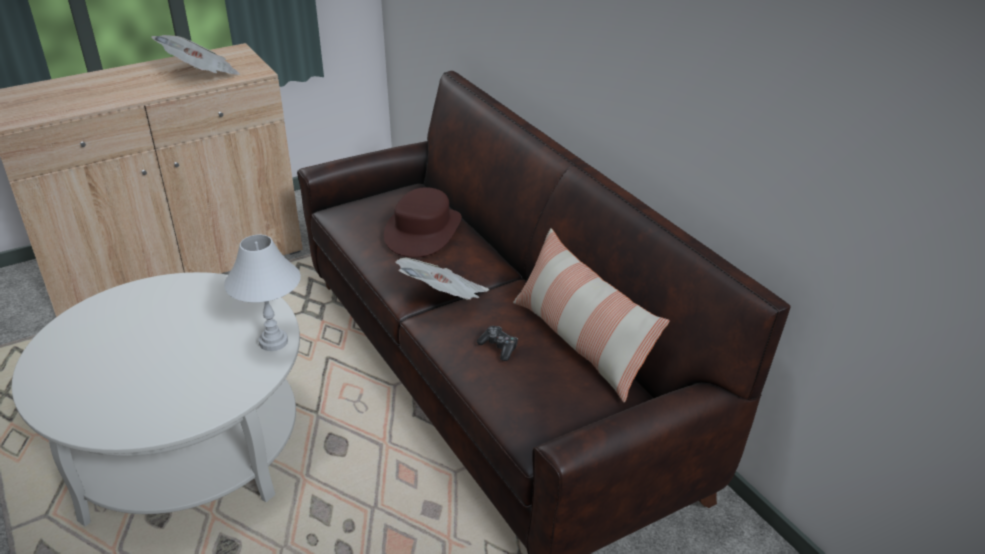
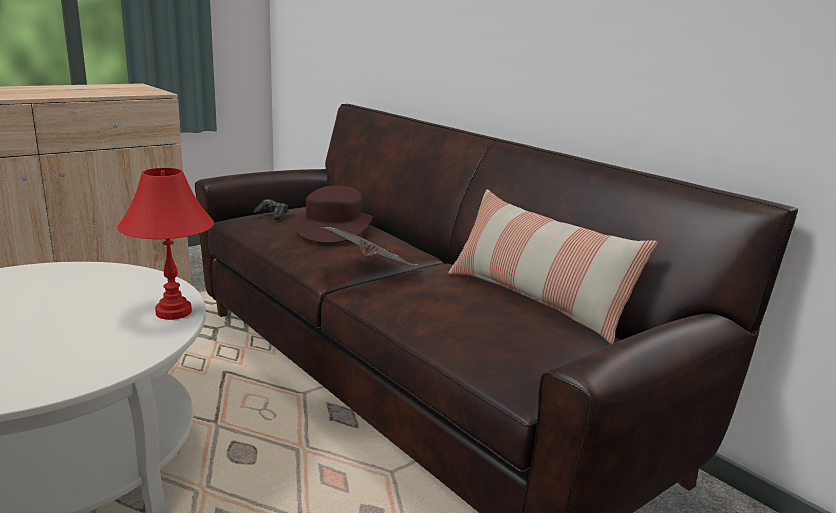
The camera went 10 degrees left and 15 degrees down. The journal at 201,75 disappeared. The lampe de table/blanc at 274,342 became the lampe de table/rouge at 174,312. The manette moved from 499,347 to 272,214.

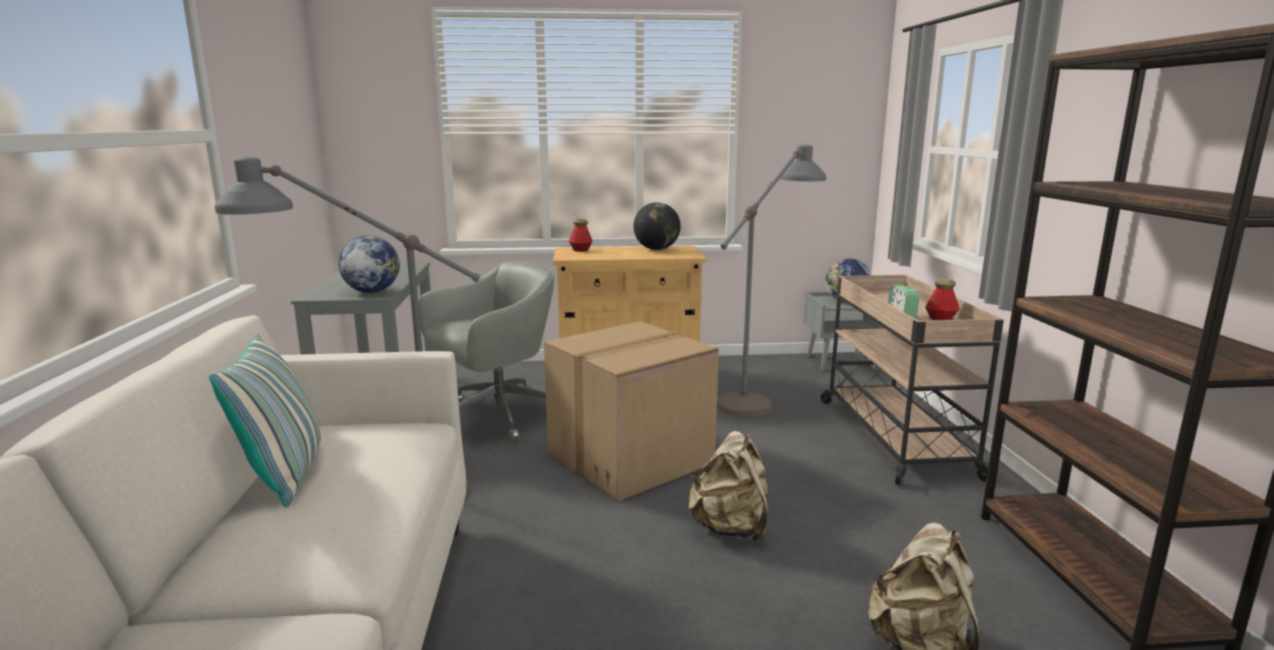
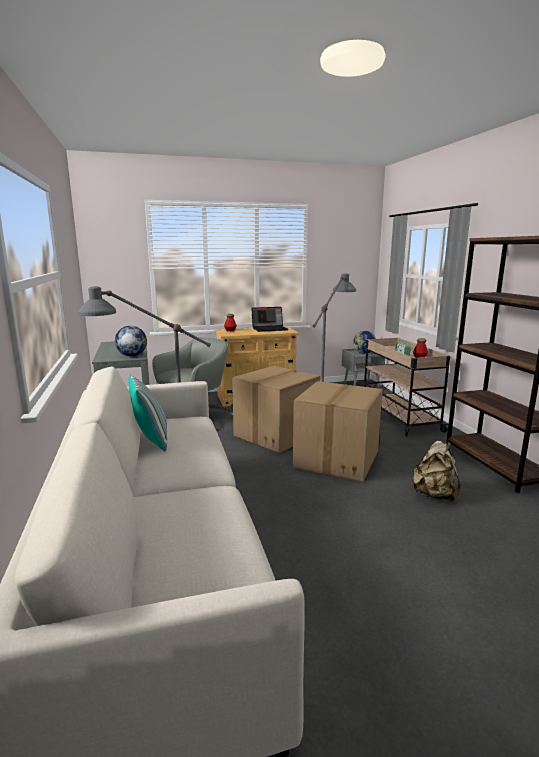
The camera went 10 degrees left and 0 degrees up. The globe at 656,249 was replaced by the ordinateur portable at 270,329. The sac à dos/beige at 730,529 was replaced by the carton at 337,460.

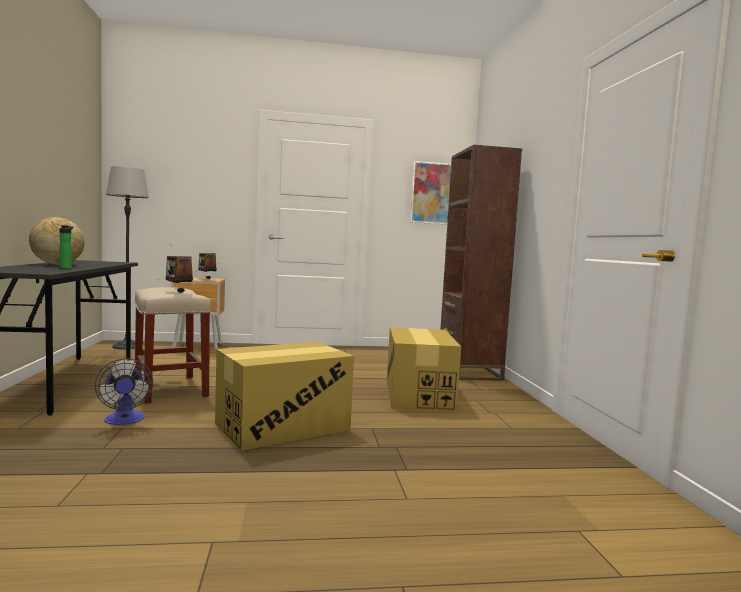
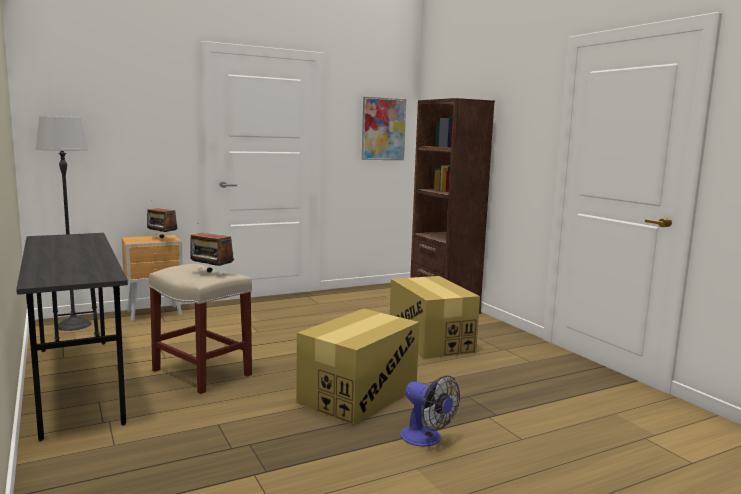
The camera went 20 degrees left and 5 degrees up. The globe at 57,264 disappeared. The bouteille at 66,268 disappeared. The ventilateur moved from 125,420 to 426,439.

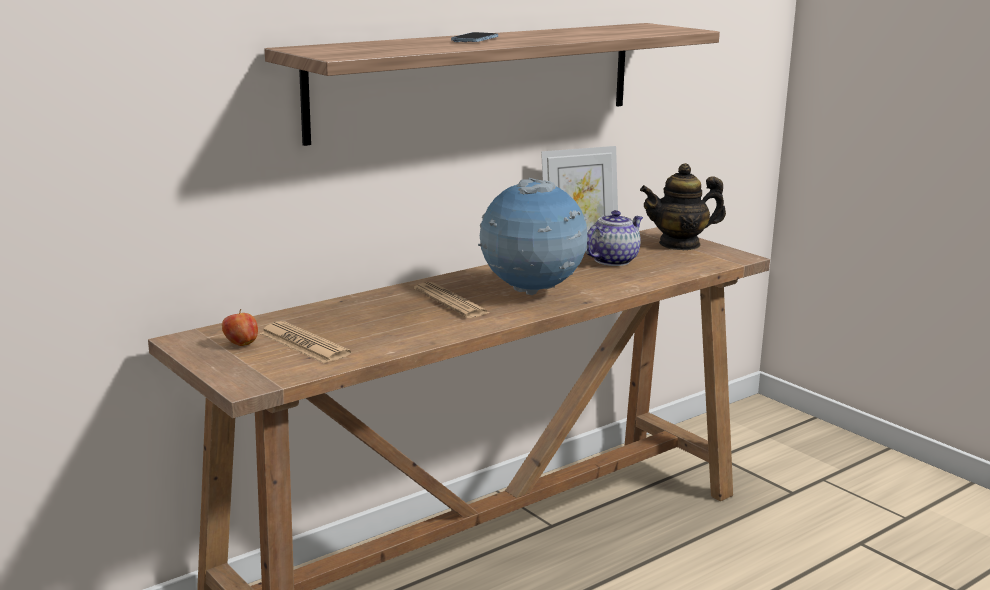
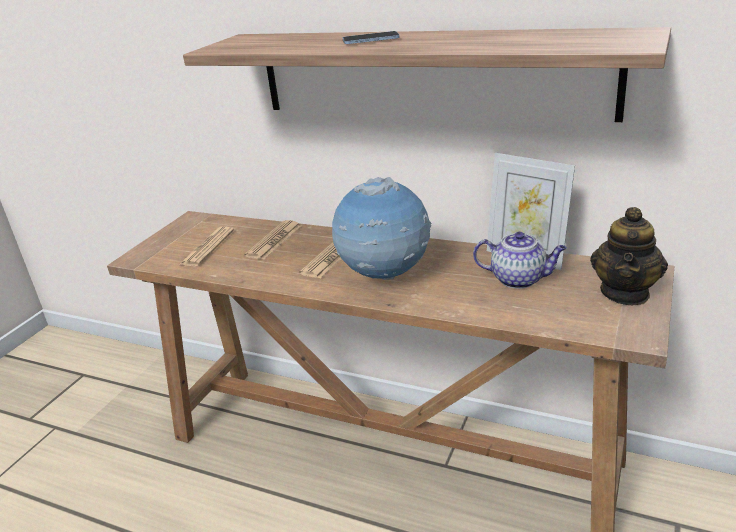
The camera went 65 degrees right and 10 degrees up. The théière at 680,244 turned 120 degrees counterclockwise. The pomme at 241,344 disappeared. The journal at 274,241 appeared.

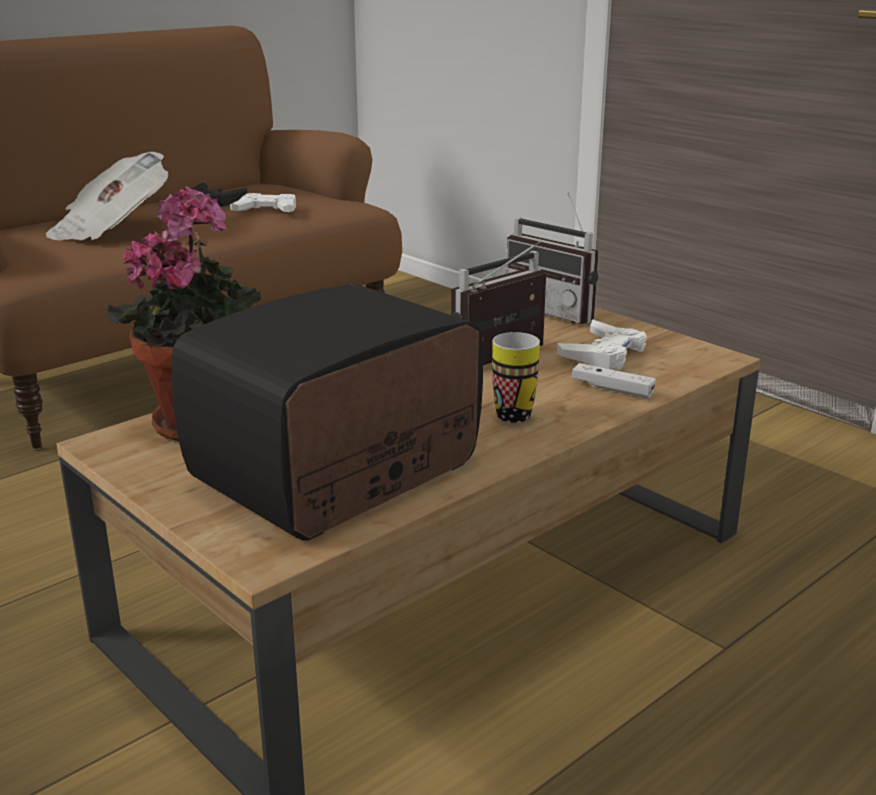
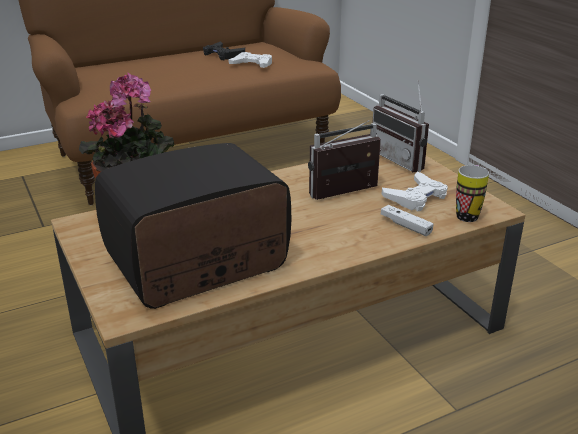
The camera went 15 degrees right and 5 degrees up. The journal at 111,230 disappeared. The mug moved from 514,410 to 468,213.

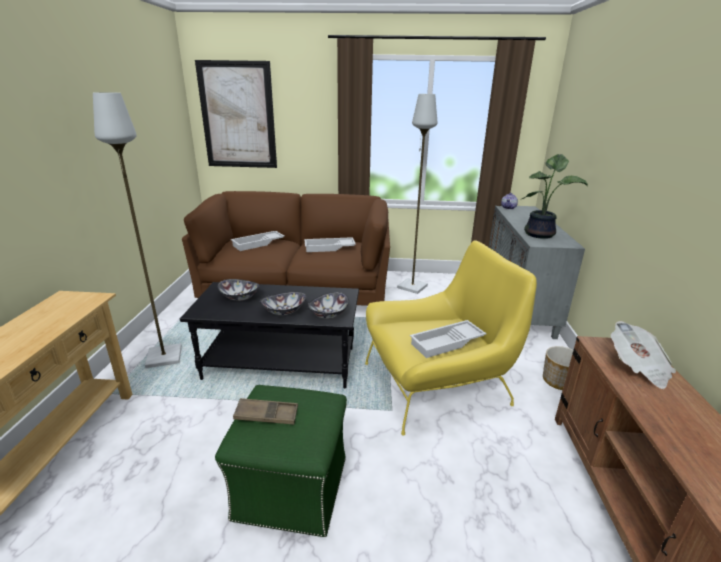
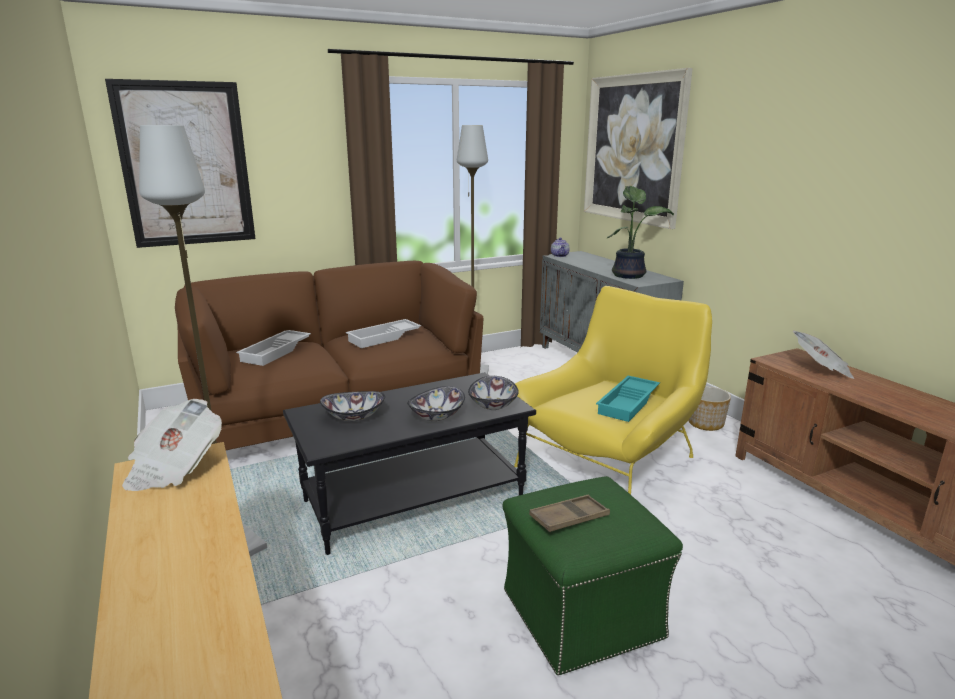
The camera went 30 degrees left and 5 degrees down. The plateau/blanc at 447,343 became the plateau/turquoise at 629,403. The tableau at 633,149 appeared. The journal at 174,468 appeared.

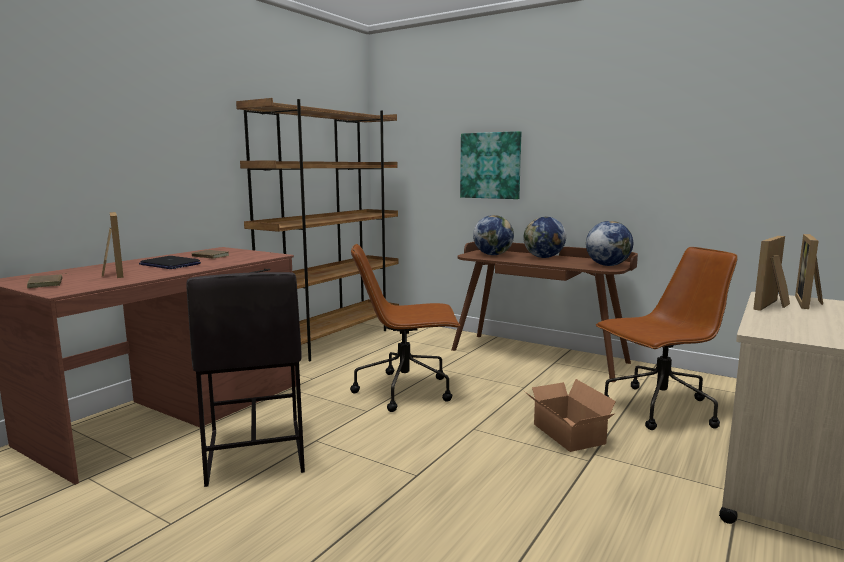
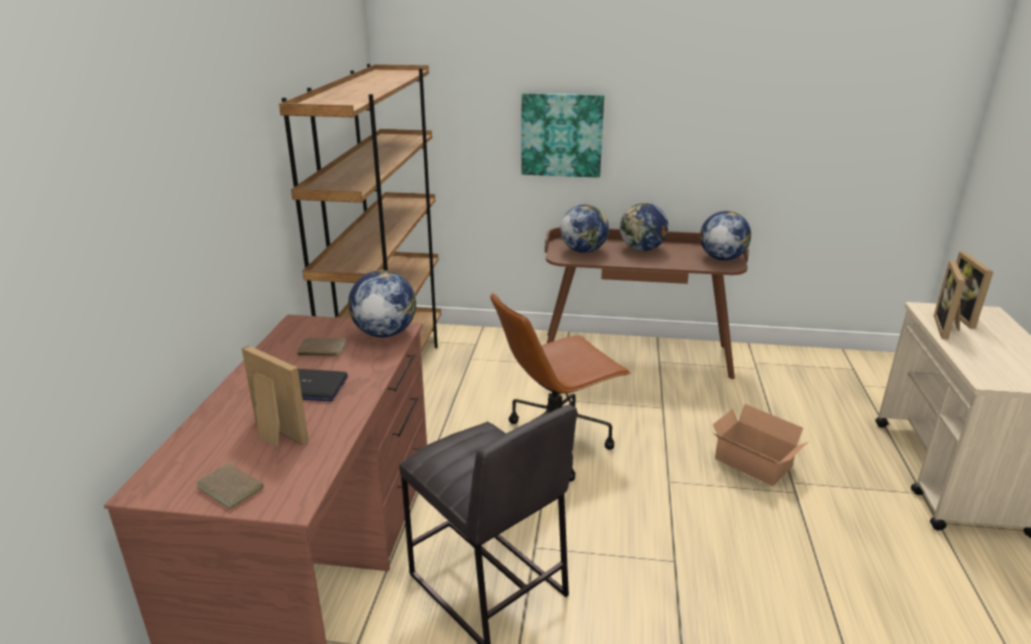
The camera went 25 degrees left and 15 degrees up. The chaise de bureau/marron at 659,409 disappeared. The globe at 384,333 appeared.

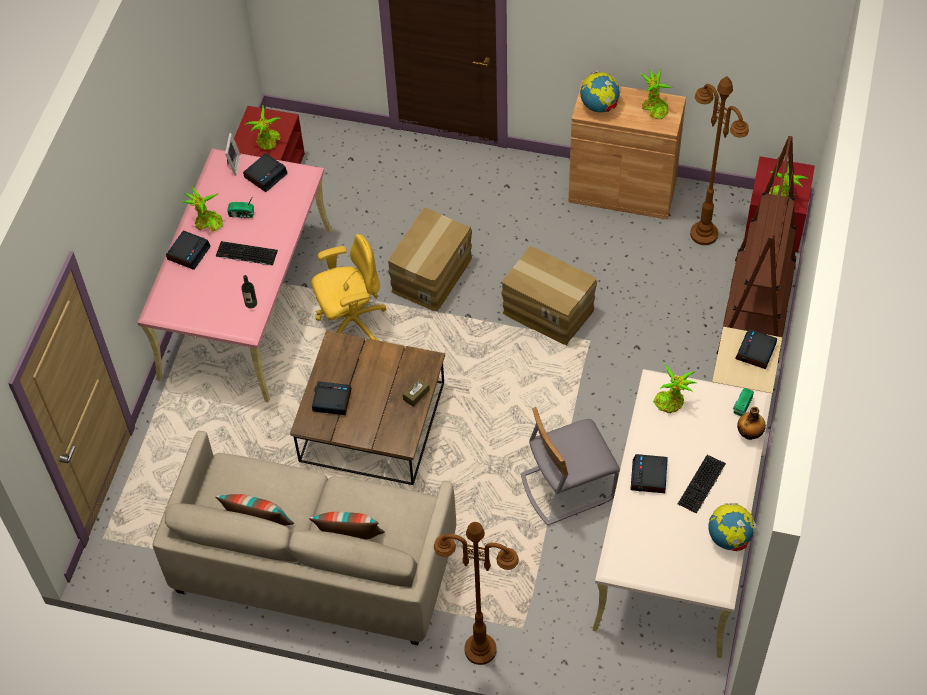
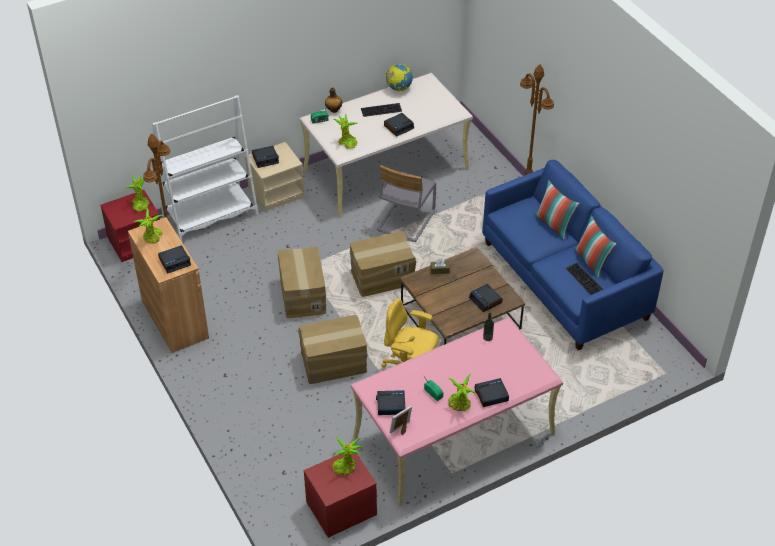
The camera went 135 degrees left and 10 degrees down. The globe at 599,106 was replaced by the réveil at 175,261. The bibliothèque/marron at 756,310 became the bibliothèque/blanc at 211,217. The clavier moved from 245,254 to 585,279. The chaise/gris at 566,486 turned 90 degrees clockwise. The canapé/beige at 314,564 became the canapé/bleu at 564,280. The carton at 382,277 appeared.

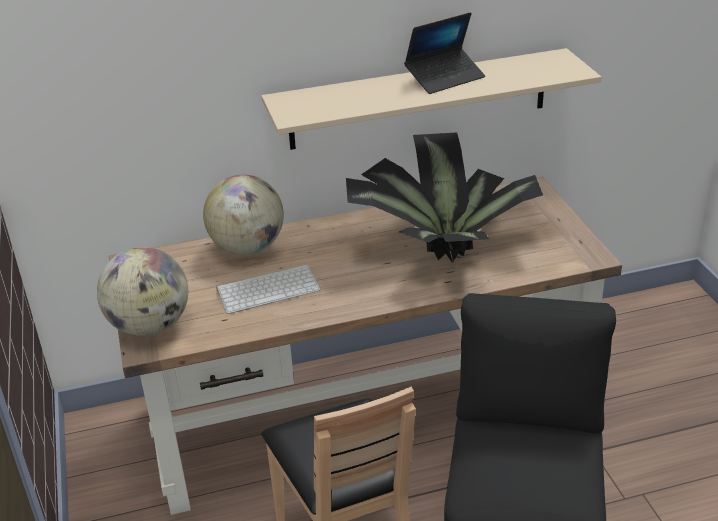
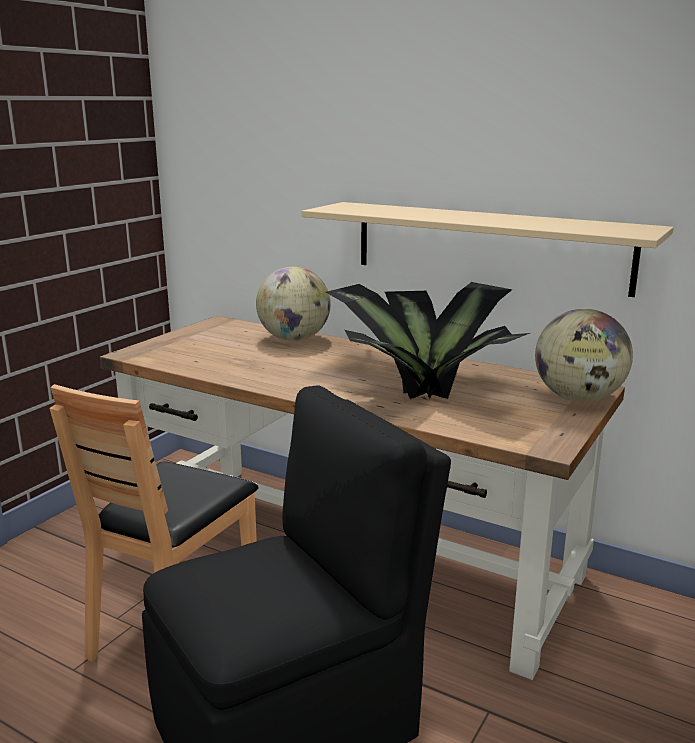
The camera went 45 degrees right and 15 degrees down. The ordinateur portable at 445,78 disappeared. The globe moved from 150,326 to 578,398. The clavier at 269,289 disappeared.

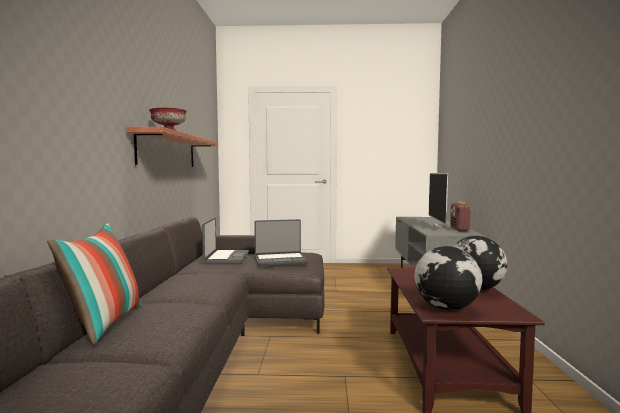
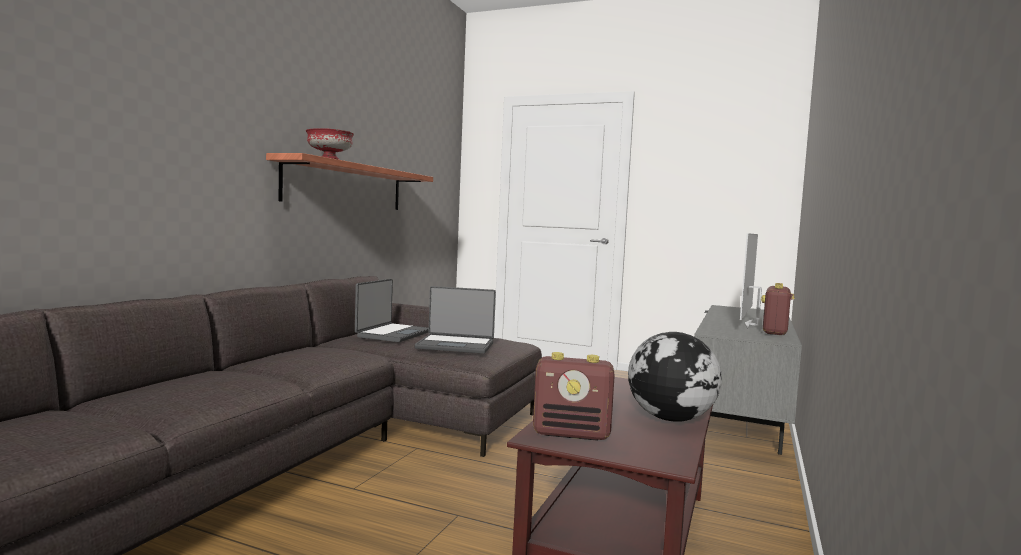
The camera went 20 degrees right and 0 degrees up. The coussin at 104,324 disappeared. The globe at 446,307 was replaced by the radio at 572,434.

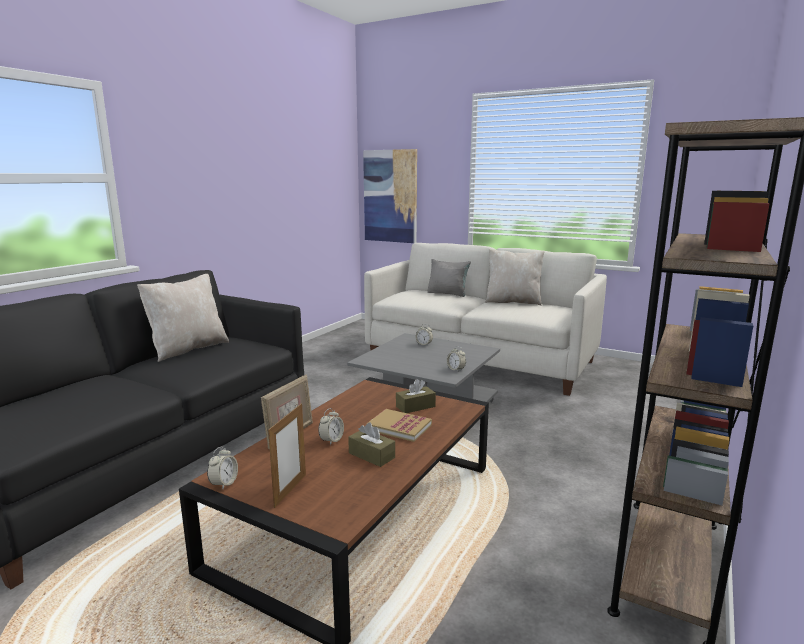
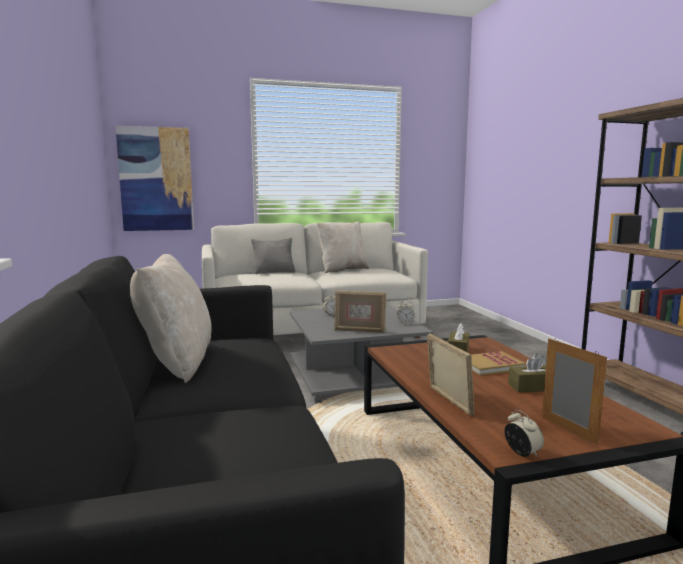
The camera went 45 degrees left and 5 degrees down. The réveil at 331,440 disappeared. The cadre photo at 359,331 appeared.

